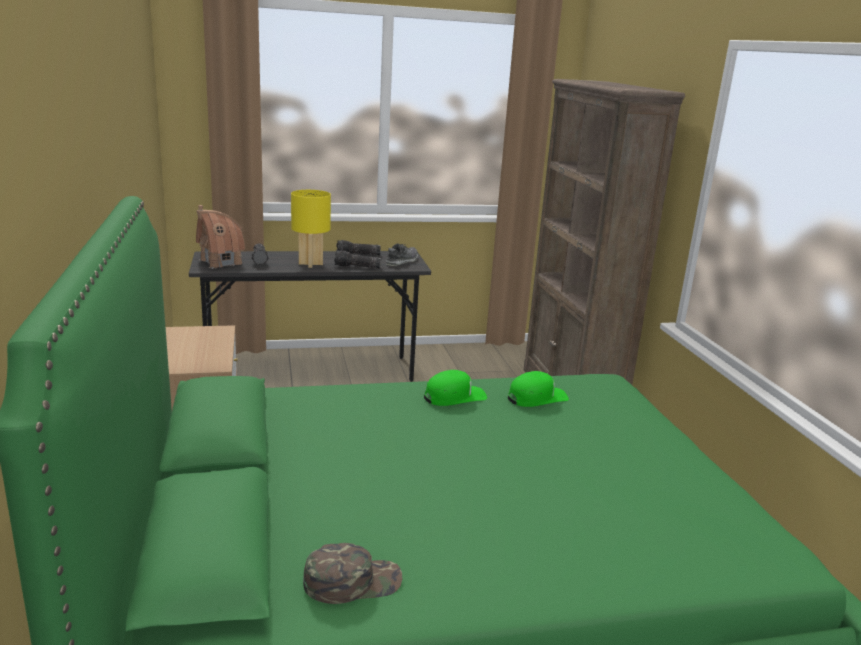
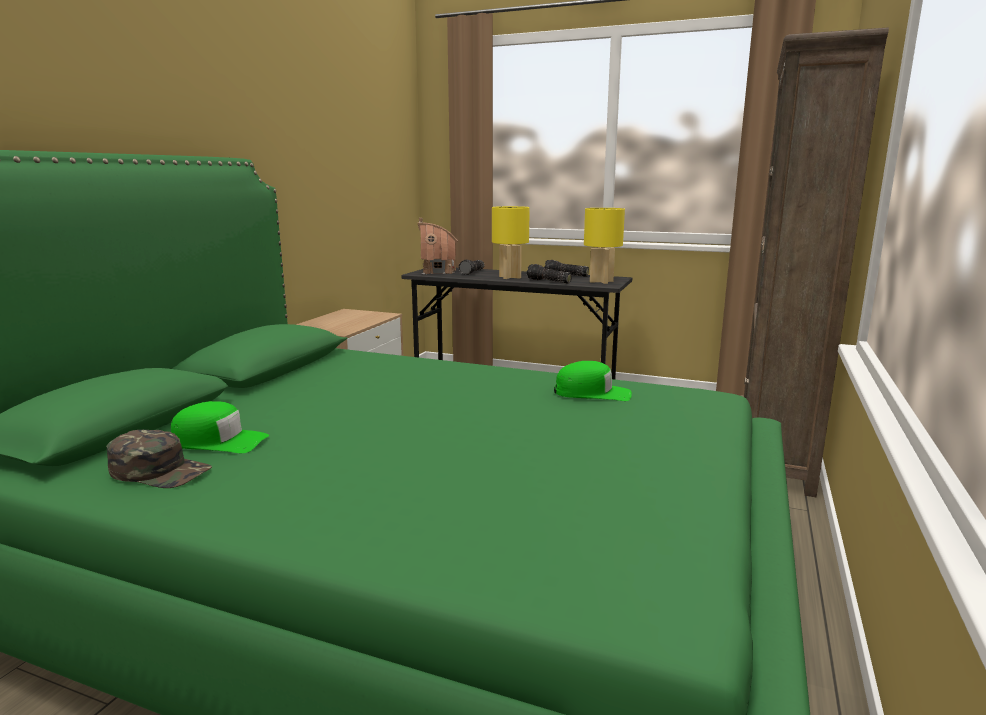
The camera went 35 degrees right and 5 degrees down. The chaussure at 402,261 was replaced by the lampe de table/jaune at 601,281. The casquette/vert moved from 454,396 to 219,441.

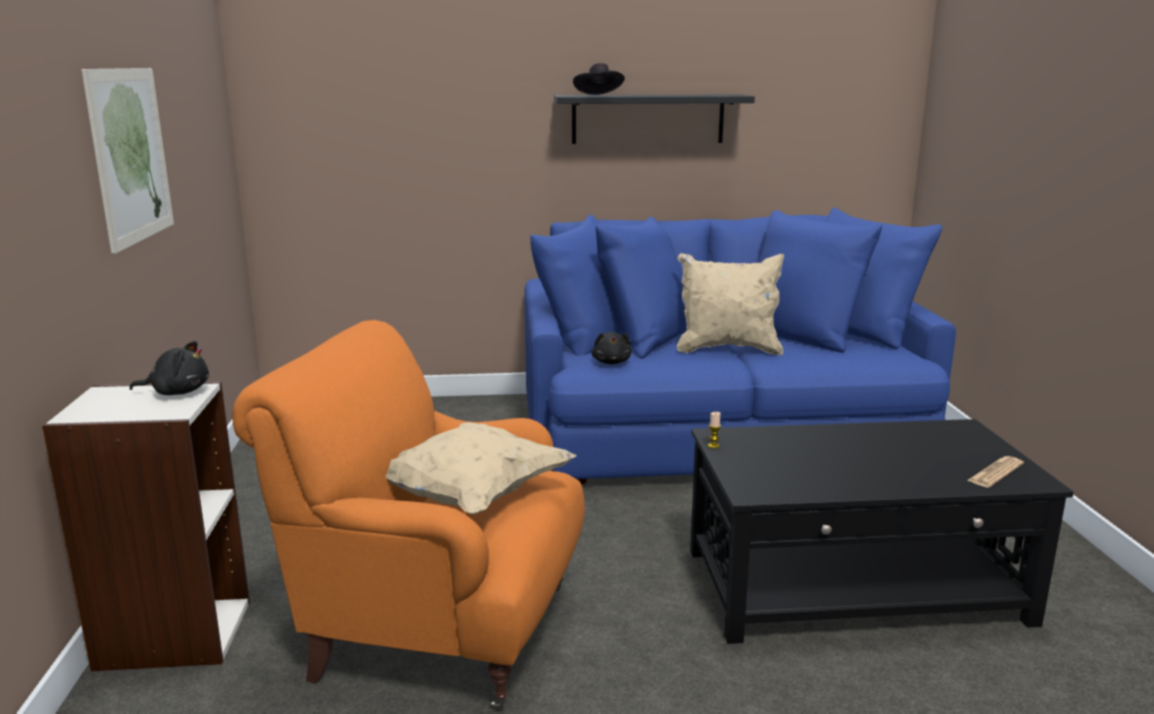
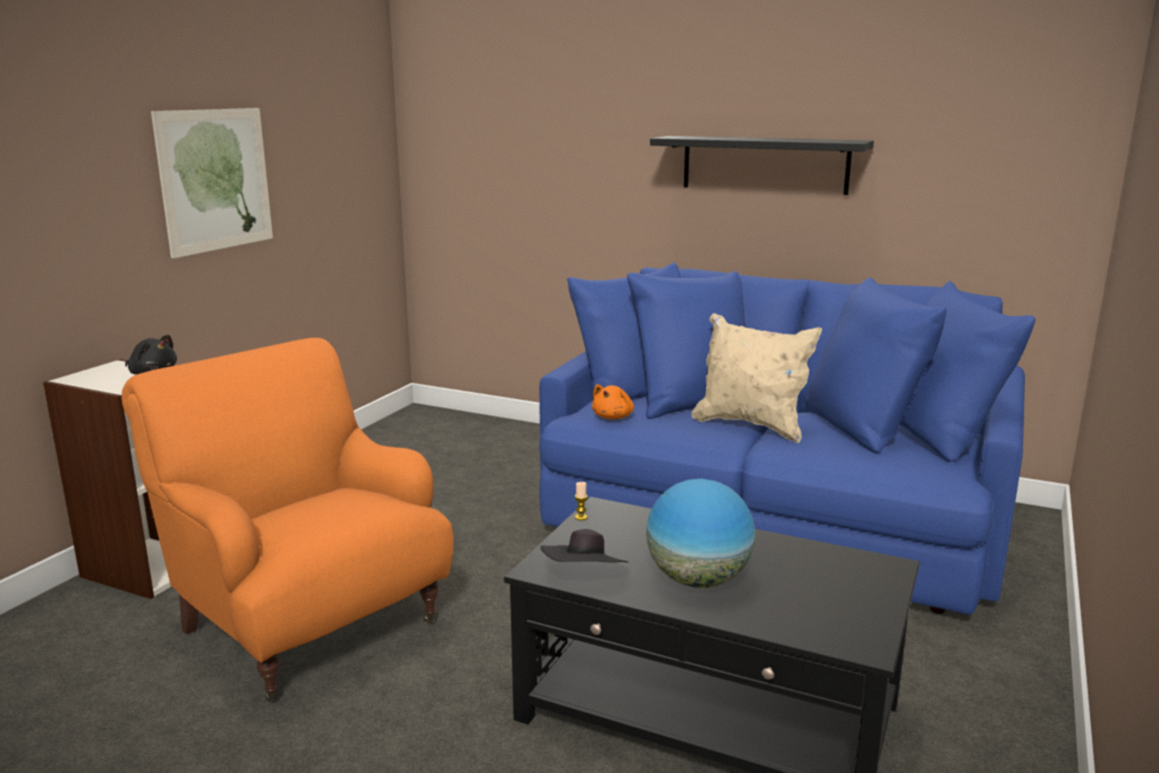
The camera went 30 degrees right and 0 degrees up. The chapeau/noir moved from 599,95 to 585,577. The peluche/noir at 611,362 became the peluche/orange at 613,417. The coussin/beige at 471,497 disappeared. The journal at 995,473 disappeared. The globe at 697,580 appeared.

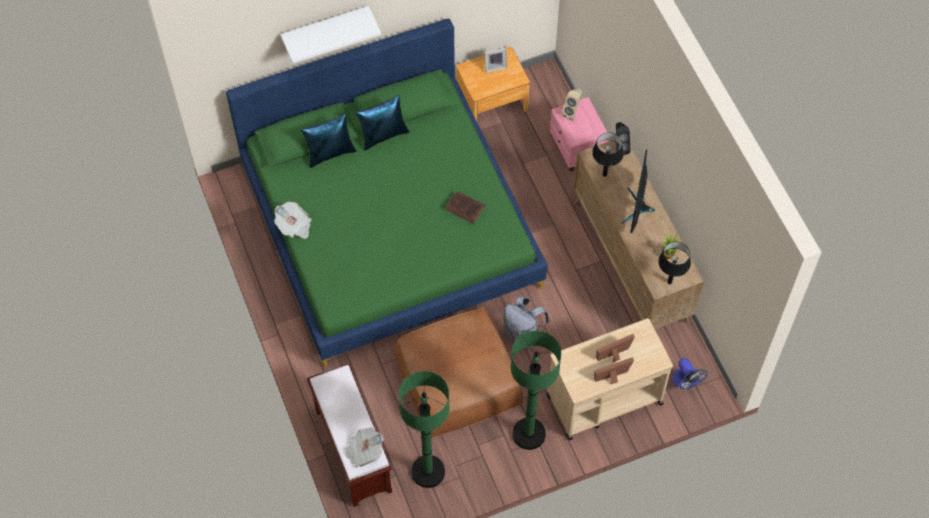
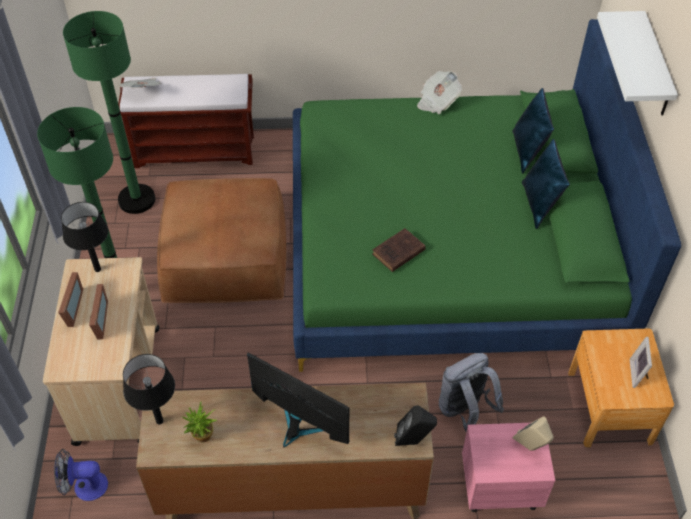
The camera went 110 degrees right and 10 degrees down. The lampe de table/noir moved from 604,174 to 97,269. The sac à dos/gris moved from 523,334 to 464,411.

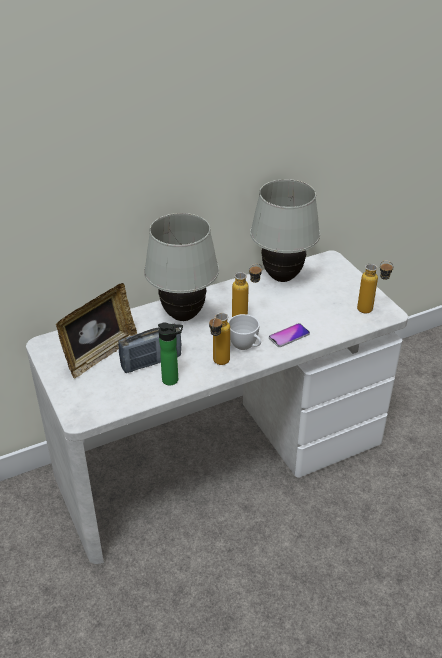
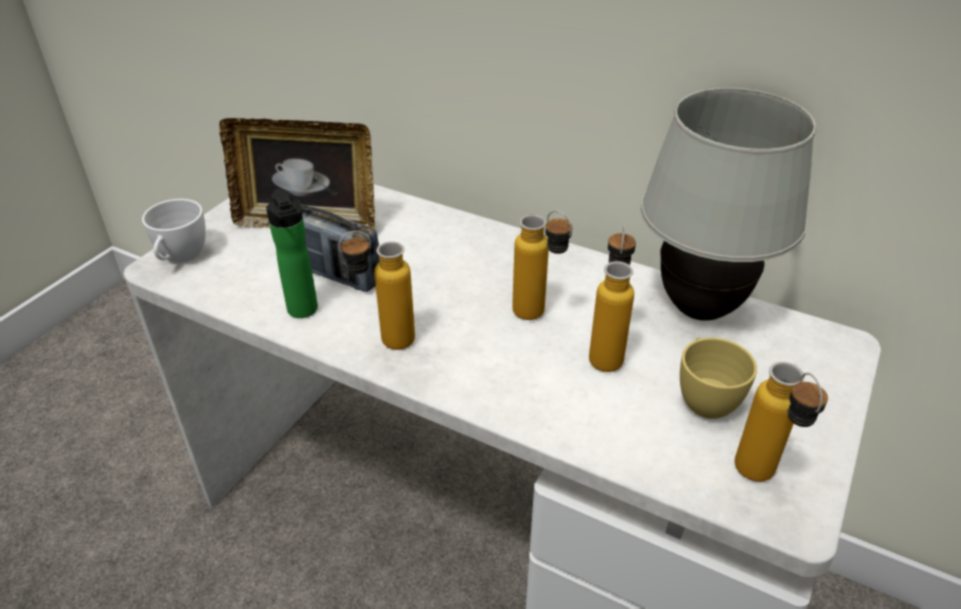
The camera went 55 degrees right and 0 degrees up. The lampe de table/blanc at 183,316 disappeared. The tasse/blanc moved from 245,346 to 180,258. The téléphone at 289,336 disappeared. The bouteille at 607,351 appeared. The tasse/jaune at 704,398 appeared.

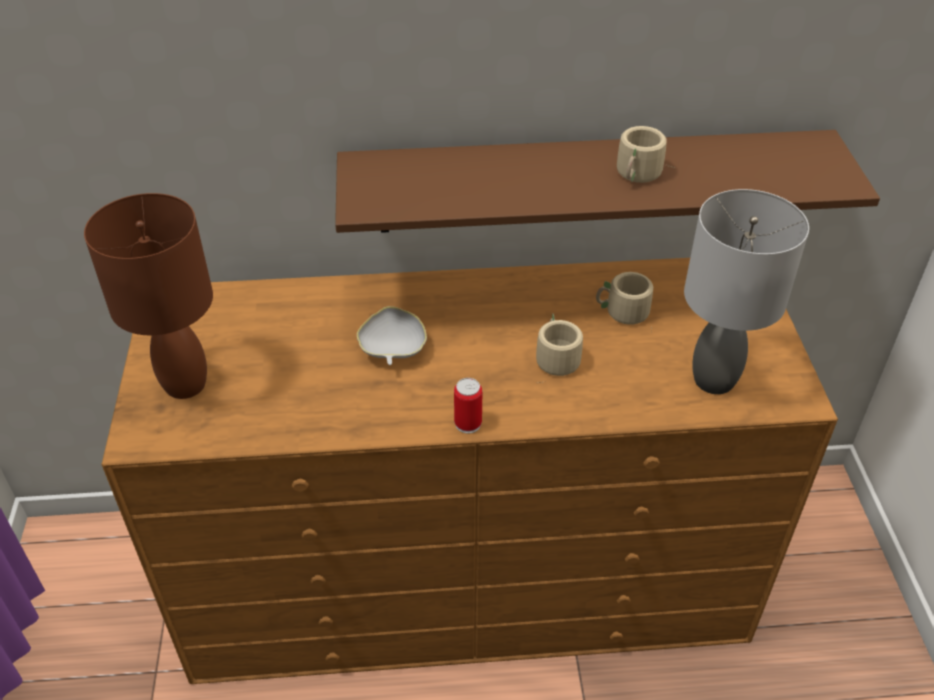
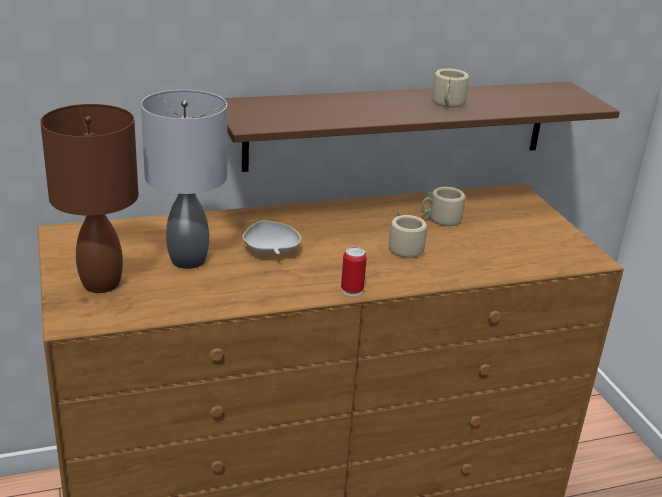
The camera went 15 degrees left and 15 degrees down. The lampe de table/gris moved from 715,380 to 189,260.

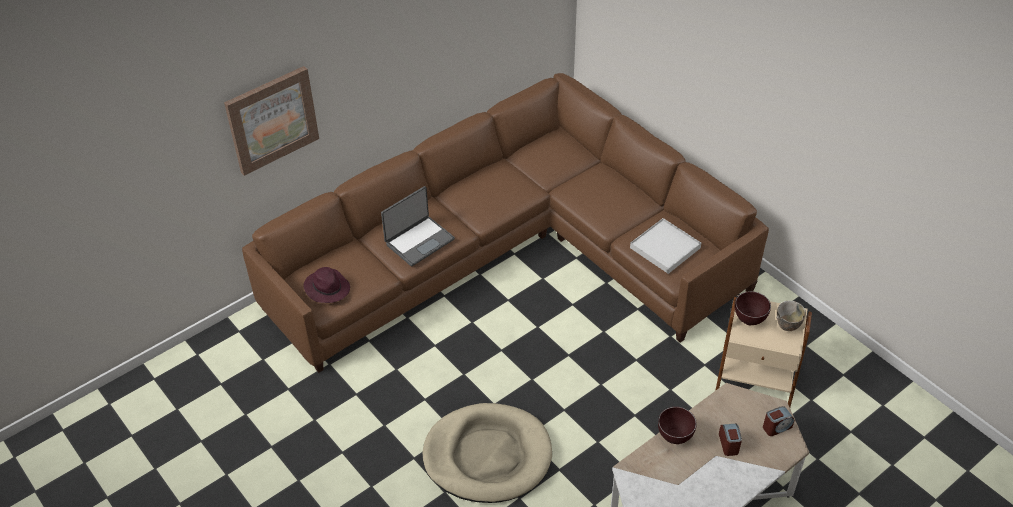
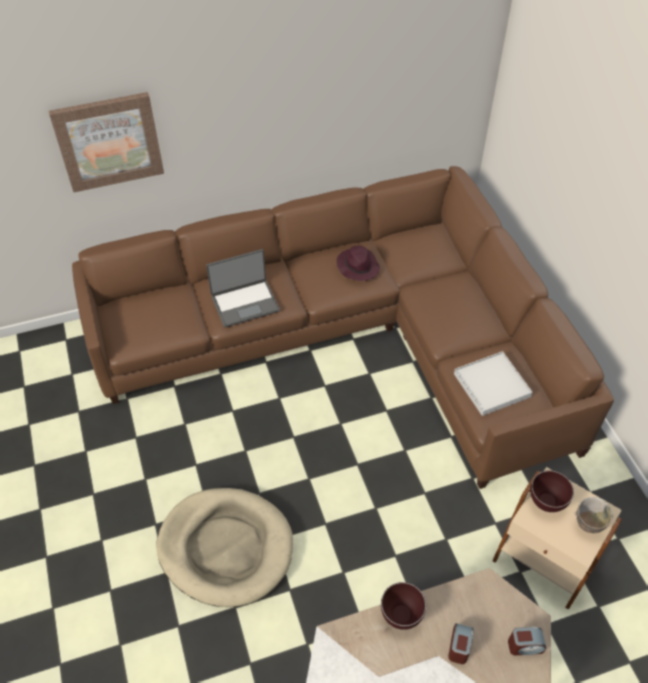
The camera went 20 degrees right and 5 degrees up. The chapeau/violet moved from 327,288 to 357,266.

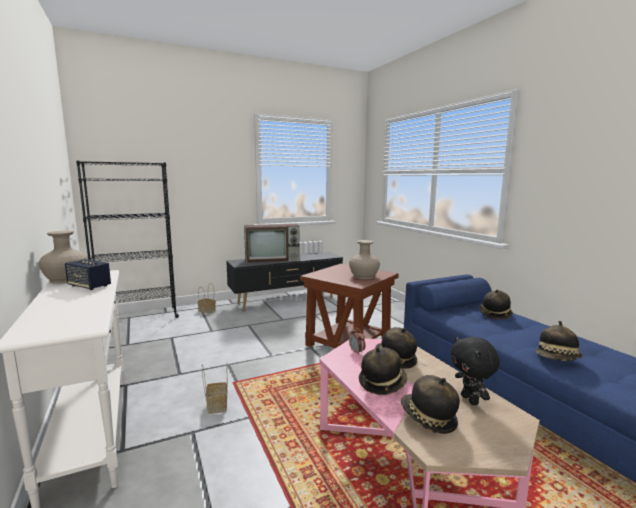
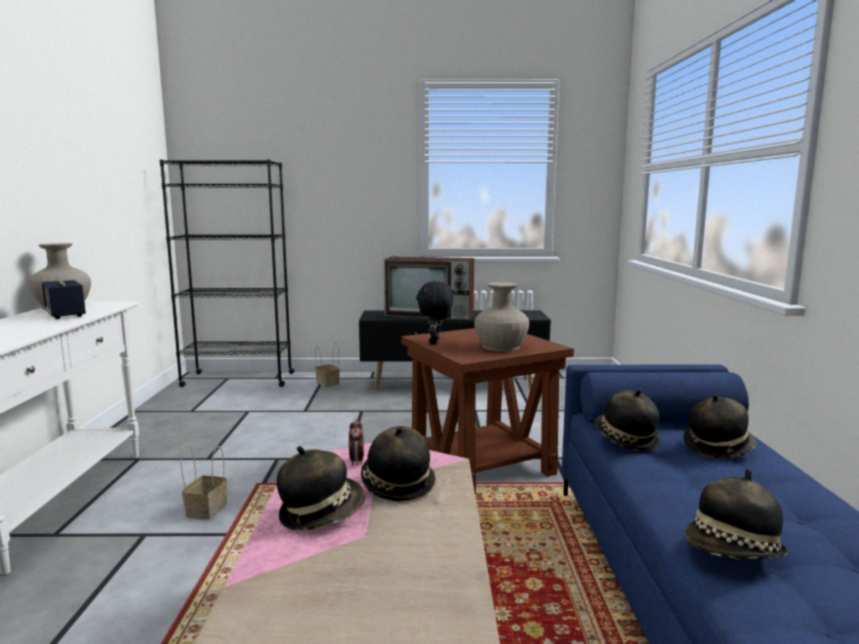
The camera went 25 degrees right and 0 degrees up. The peluche/noir moved from 470,400 to 435,342. The chapeau moved from 428,419 to 625,439.

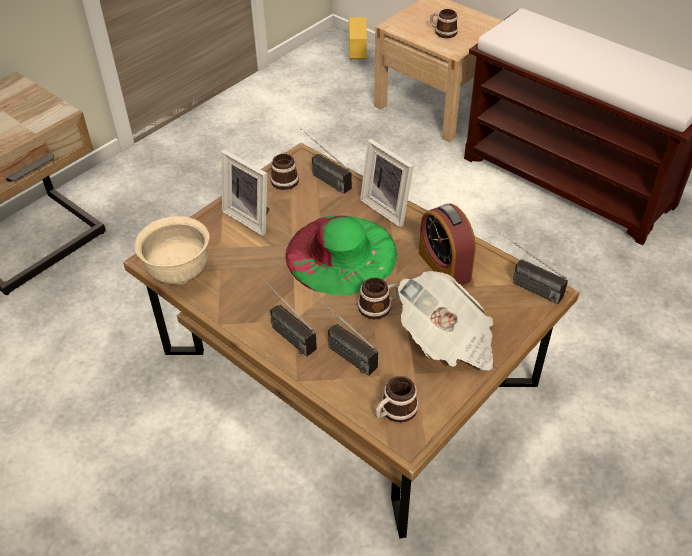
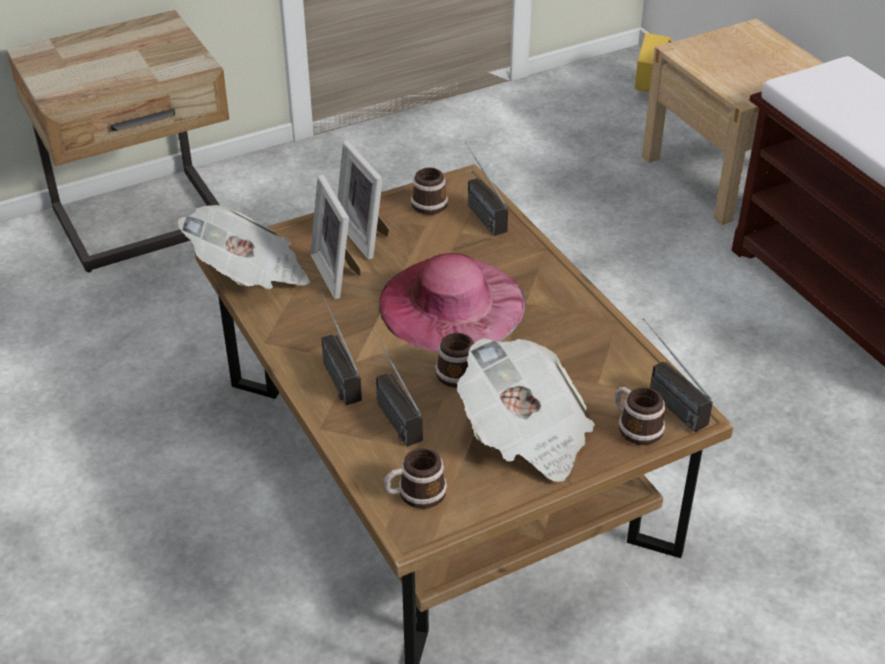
The camera went 20 degrees right and 5 degrees down. The mug moved from 442,32 to 635,426. The cadre photo moved from 388,208 to 339,273. The réveil at 444,266 disappeared. The bol/beige at 179,272 was replaced by the journal at 250,275. The chapeau/vert at 341,254 became the chapeau/rose at 451,303.

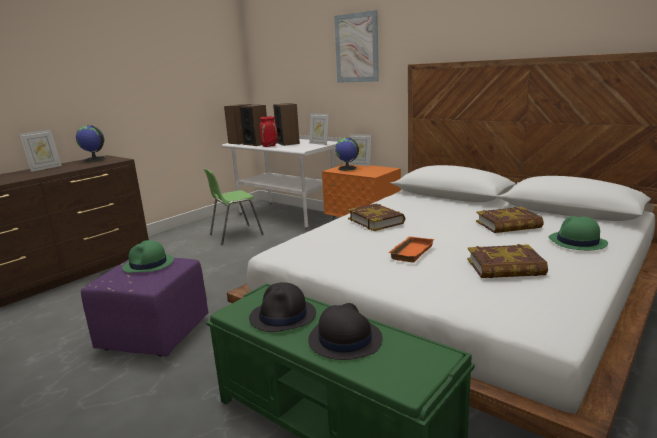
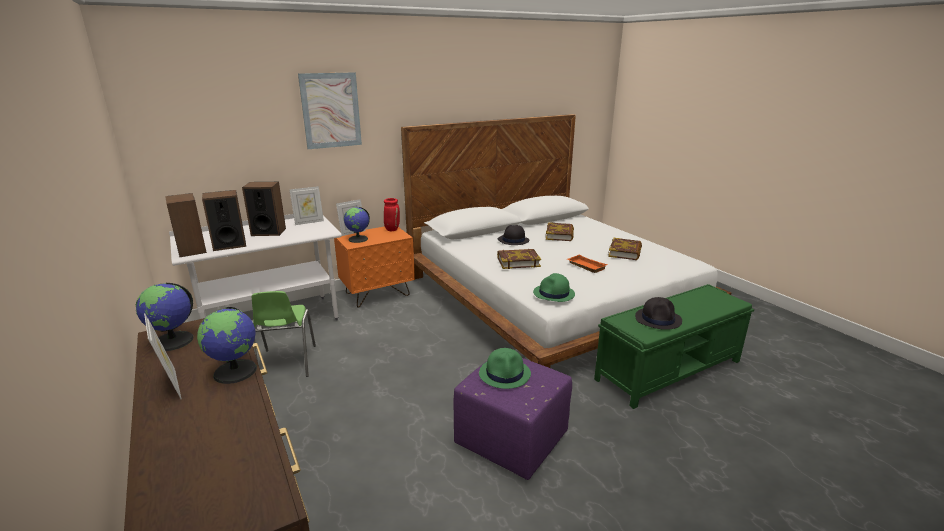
The camera went 70 degrees left and 5 degrees up. The vase/rouge moved from 269,146 to 392,229. The chapeau/vert moved from 577,242 to 554,294. The chapeau/noir moved from 344,339 to 513,240. The globe at 236,371 appeared.

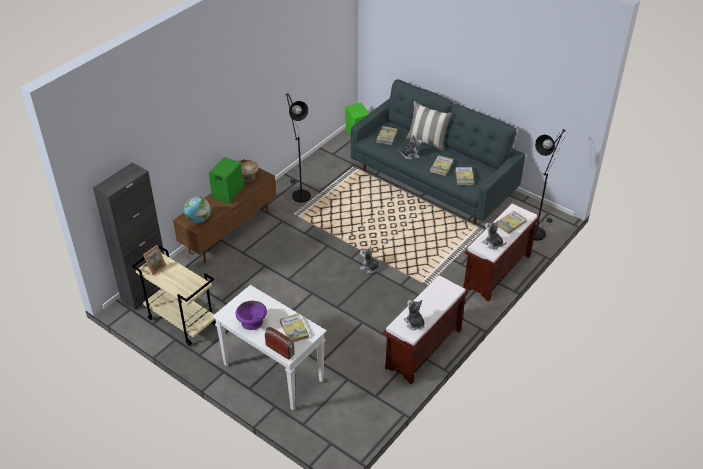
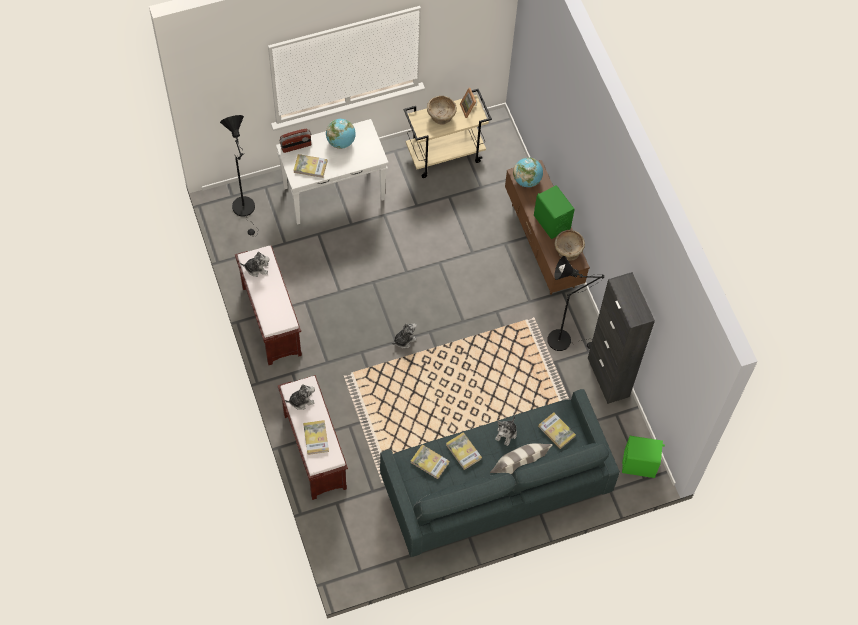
The camera went 120 degrees right and 20 degrees up. The lampadaire/noir moved from 537,231 to 245,210. The meuble de rangement/noir moved from 145,292 to 608,377. The bol/violet at 252,323 was replaced by the globe at 341,142. The bol/beige at 441,116 appeared.

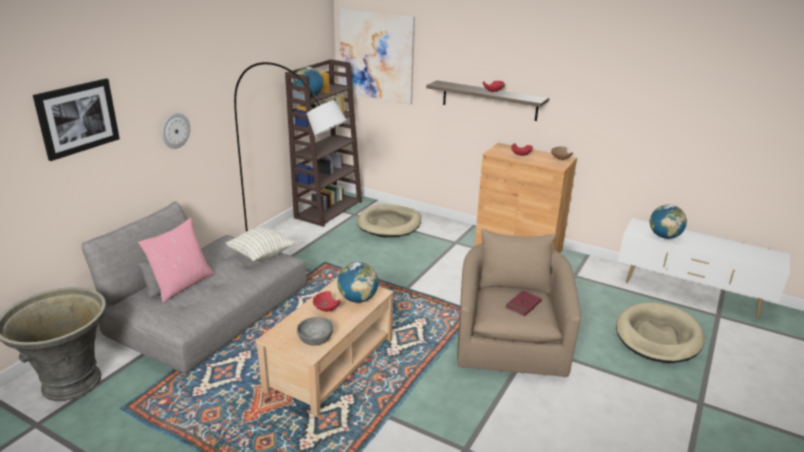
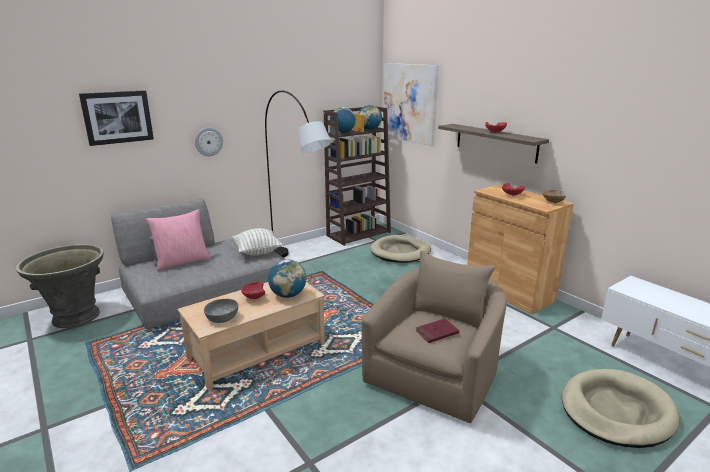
The camera went 25 degrees right and 5 degrees down. The globe moved from 664,236 to 369,129.

